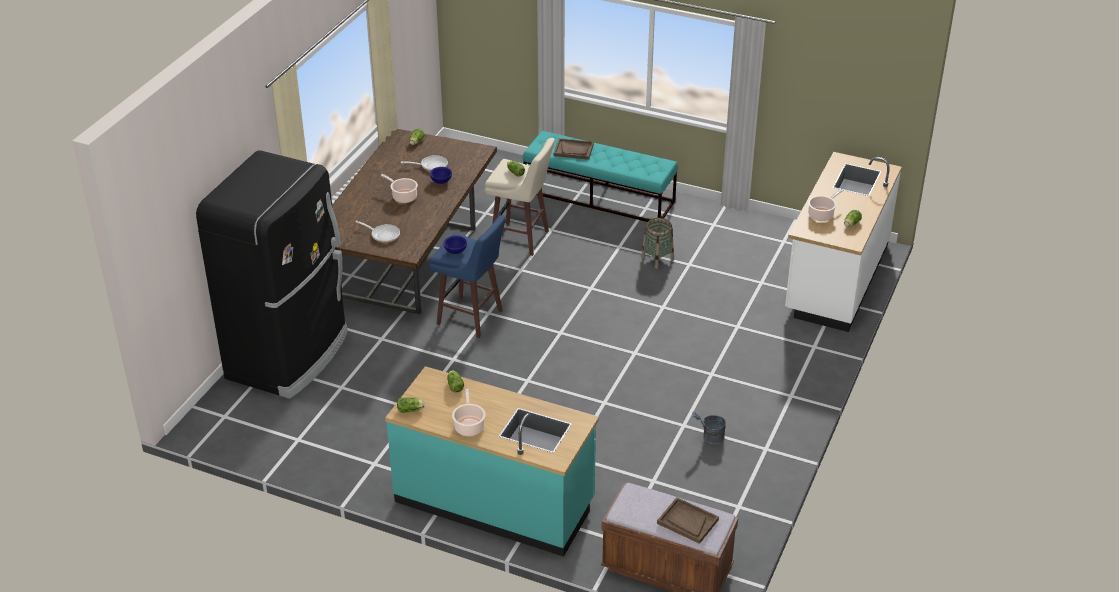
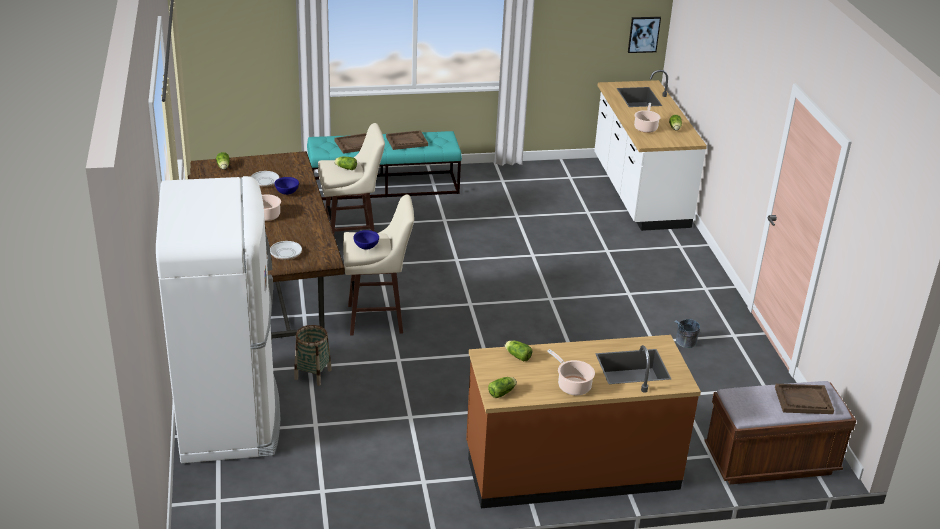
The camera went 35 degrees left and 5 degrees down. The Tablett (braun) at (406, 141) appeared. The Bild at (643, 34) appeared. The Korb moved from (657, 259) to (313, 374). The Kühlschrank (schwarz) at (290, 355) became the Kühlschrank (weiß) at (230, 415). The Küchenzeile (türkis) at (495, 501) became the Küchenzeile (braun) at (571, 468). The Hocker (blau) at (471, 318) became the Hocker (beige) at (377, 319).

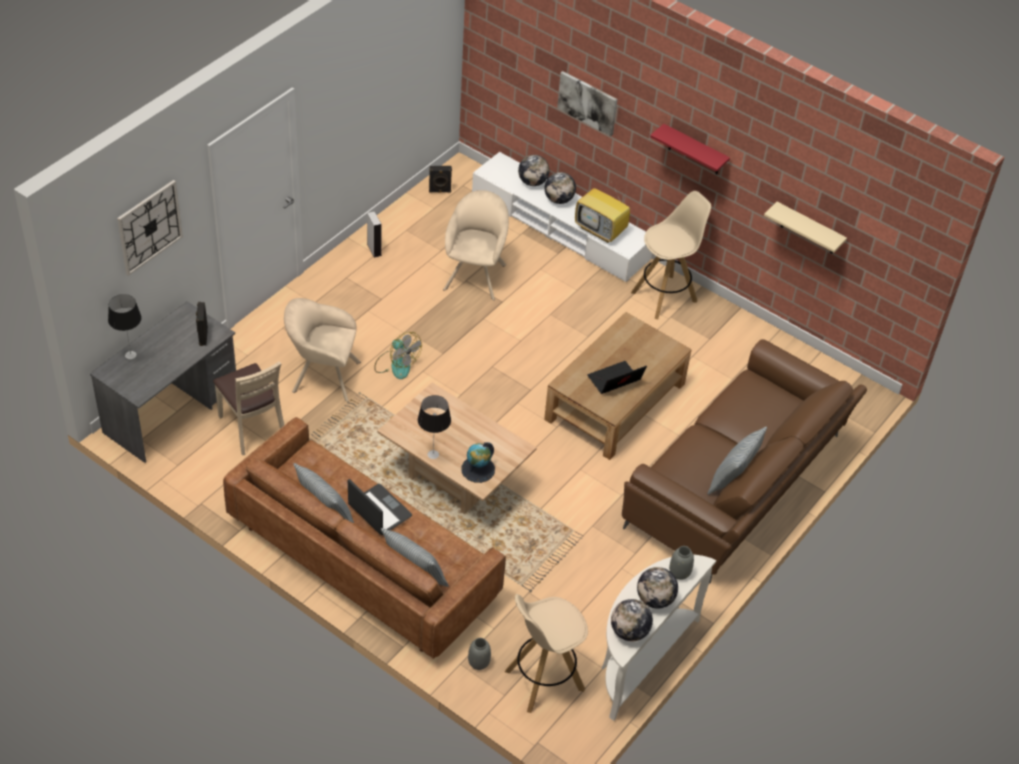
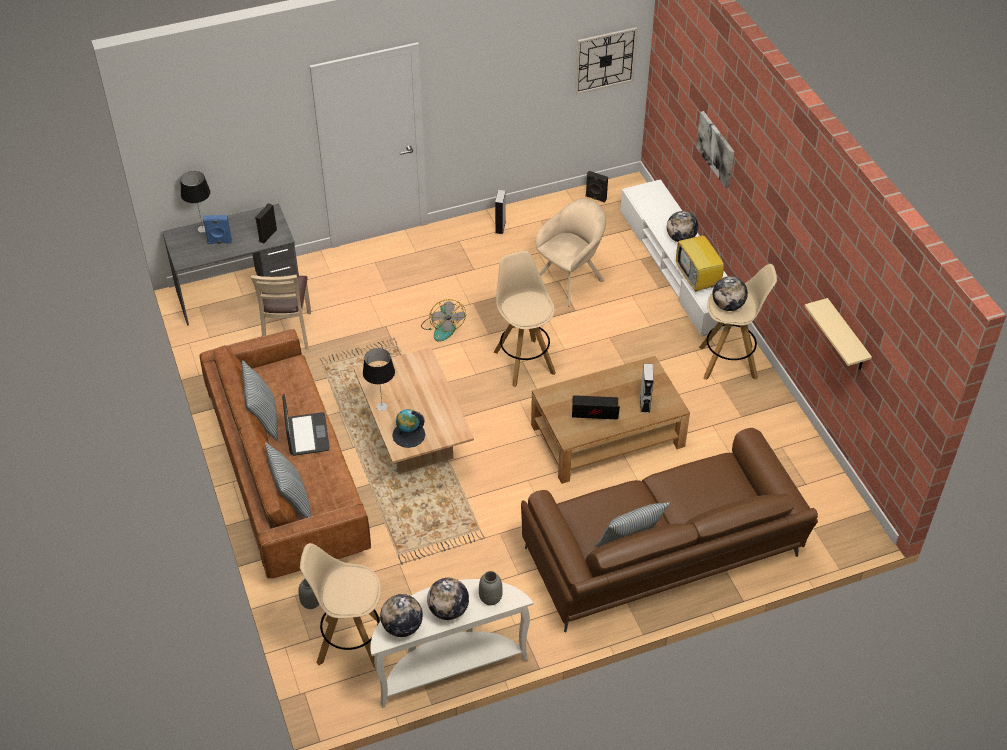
The camera went 35 degrees right and 0 degrees up. The Sessel (beige) at (322, 376) disappeared. The Wandregal (rot) at (694, 150) disappeared. The Lautsprecher (blau) at (219, 242) appeared. The Hocker (beige) at (524, 361) appeared. The Lautsprecher (grau) at (645, 403) appeared. The Wanduhr moved from (149, 227) to (605, 60). The Globus moved from (532, 182) to (728, 306).

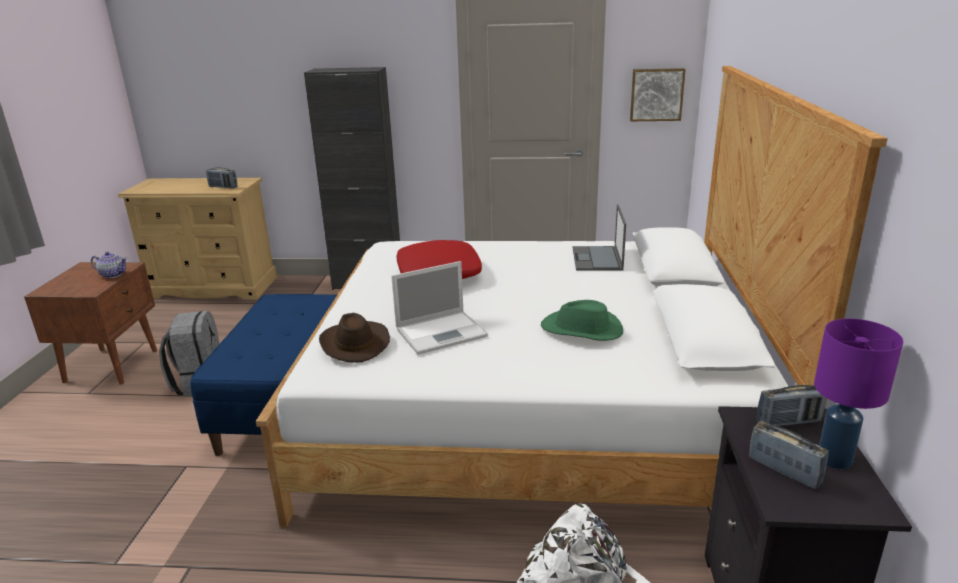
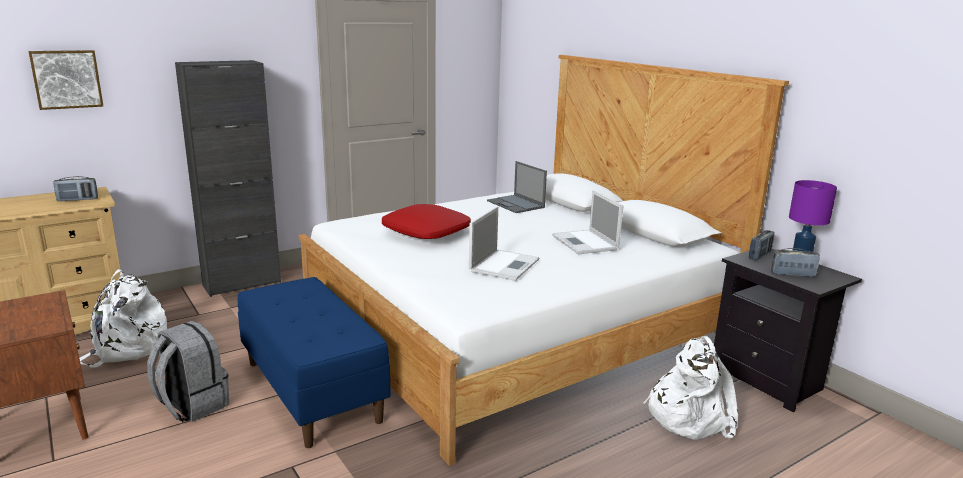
The camera went 40 degrees left and 5 degrees down. The Teekanne at (113, 274) disappeared. The Hut (braun) at (354, 344) disappeared. The Rucksack (weiß) at (126, 348) appeared. The Bild moved from (656, 94) to (66, 79). The Hut (grün) at (582, 330) was replaced by the Laptop at (585, 243).

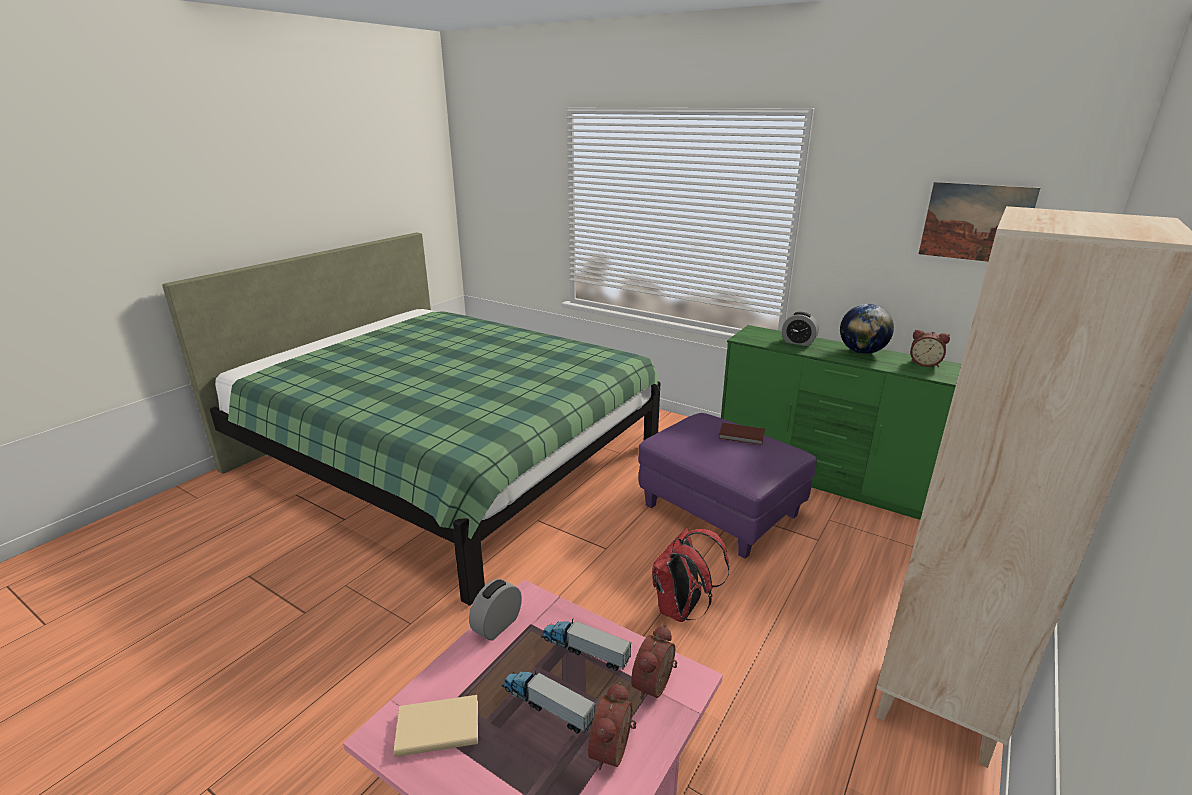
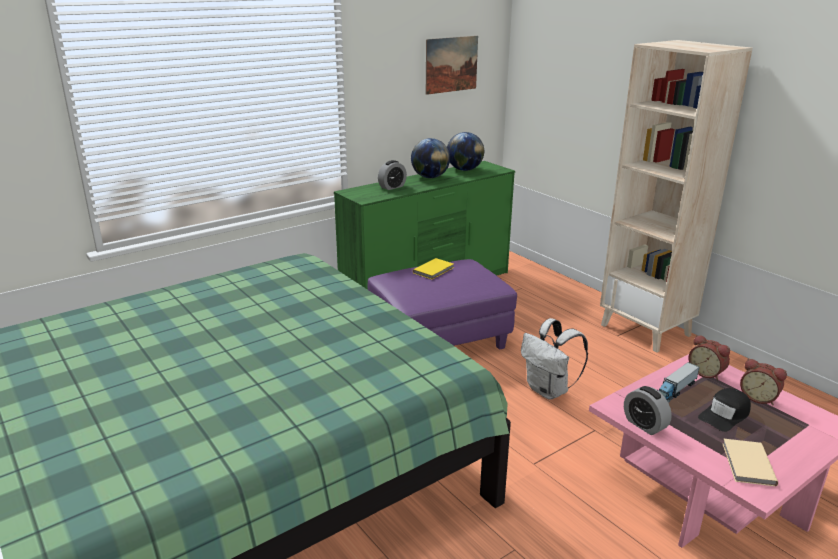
The camera went 70 degrees left and 0 degrees up. The Spielzeuglaster at (547, 705) was replaced by the Kappe (schwarz) at (725, 415). The Wecker at (924, 363) was replaced by the Globus at (464, 170). The Rucksack (rot) at (681, 610) became the Rucksack (weiß) at (549, 390). The Buch (braun) at (742, 436) became the Buch (gelb) at (434, 270).

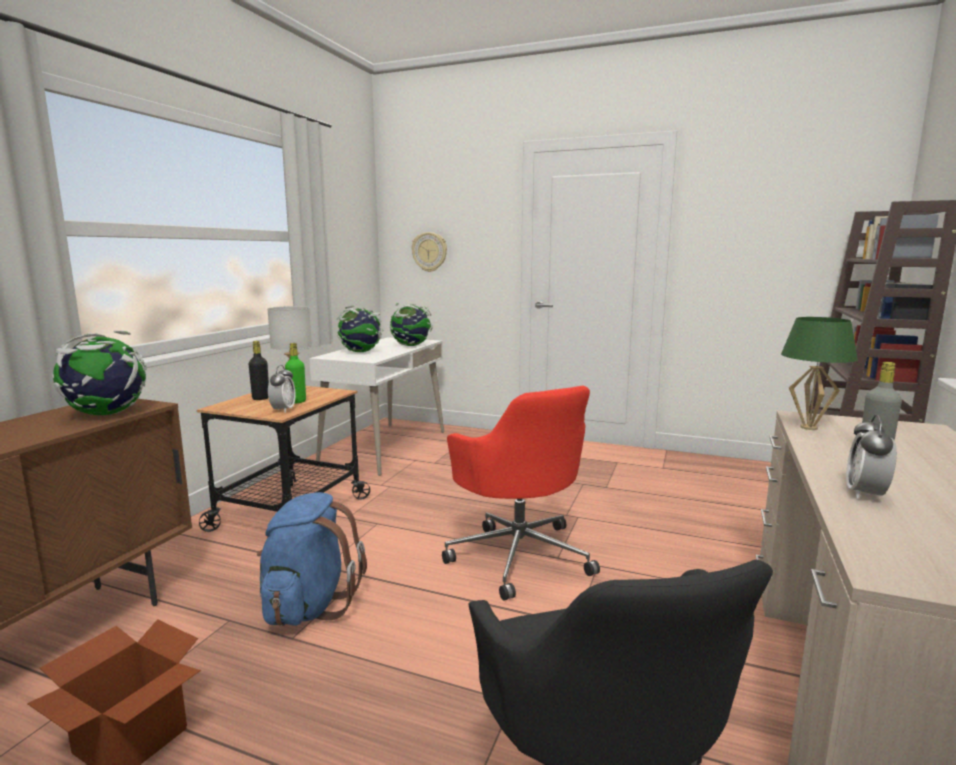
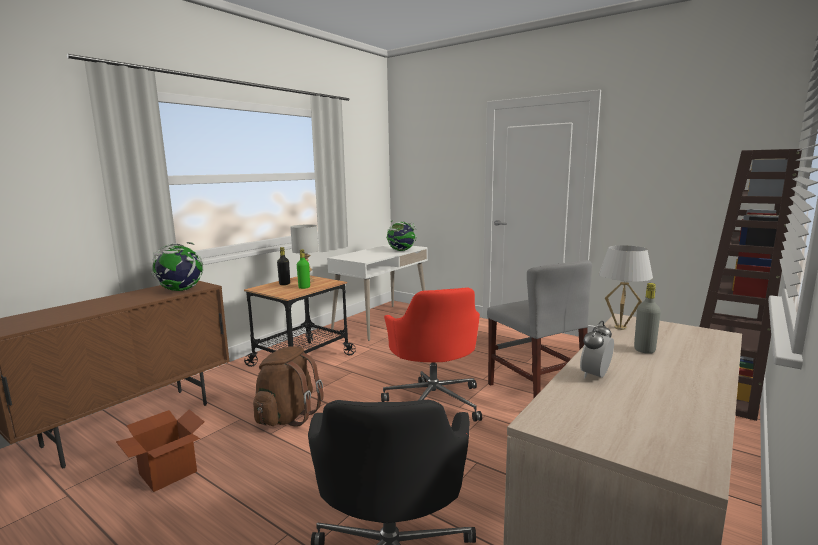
The camera went 15 degrees right and 0 degrees up. The Wecker at (283, 410) disappeared. The Globus at (360, 352) disappeared. The Wanduhr at (429, 252) disappeared. The Stuhl (grau) at (535, 392) appeared. The Rucksack (blau) at (309, 605) became the Rucksack (braun) at (287, 416). The Tischlampe (grün) at (808, 427) became the Tischlampe (weiß) at (620, 327).

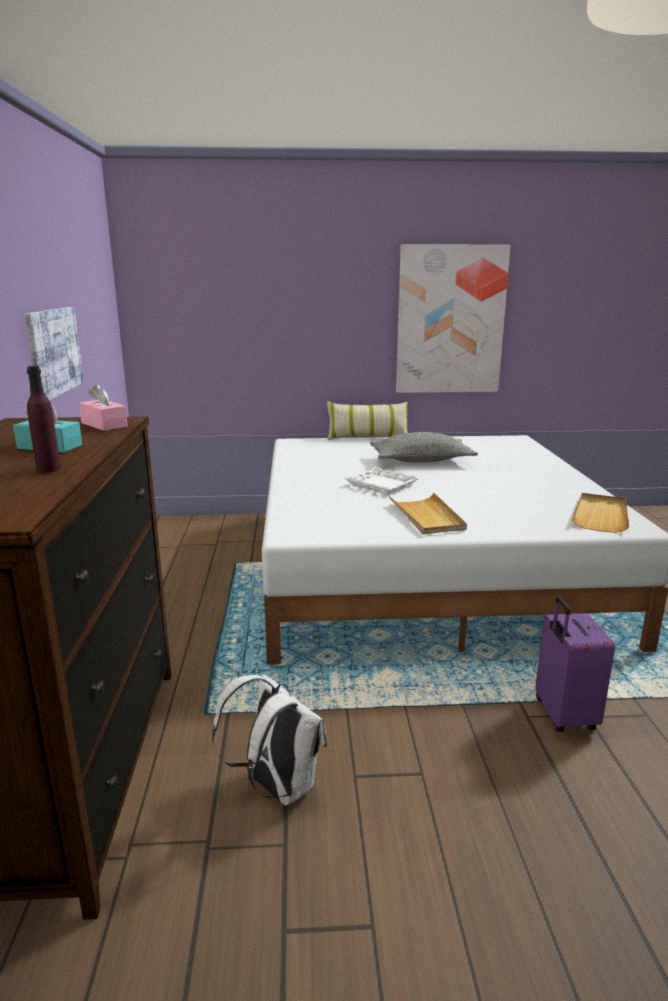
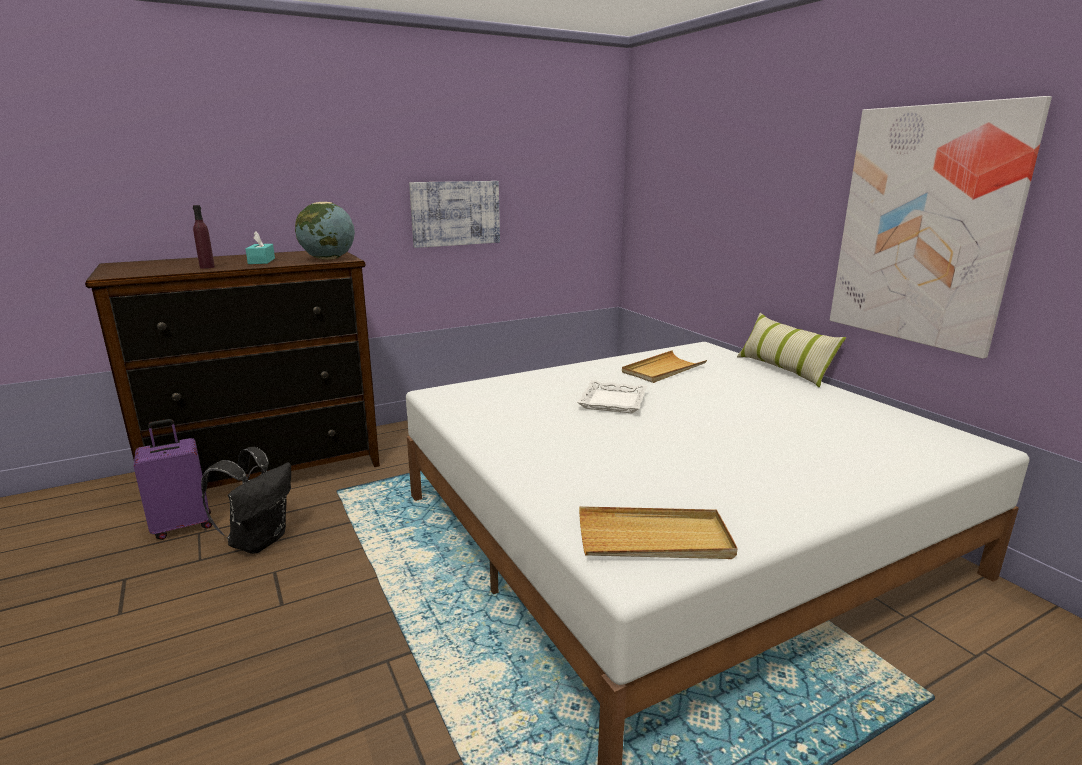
The camera went 65 degrees right and 0 degrees up. The Kissen (grau) at (421, 461) disappeared. The Tablett (beige) moved from (427, 517) to (663, 370). The Koffer (lila) moved from (563, 715) to (183, 526). The Taschentuchbox (rosa) at (104, 425) was replaced by the Globus at (328, 259). The Rucksack (weiß) at (276, 786) became the Rucksack (schwarz) at (259, 541).

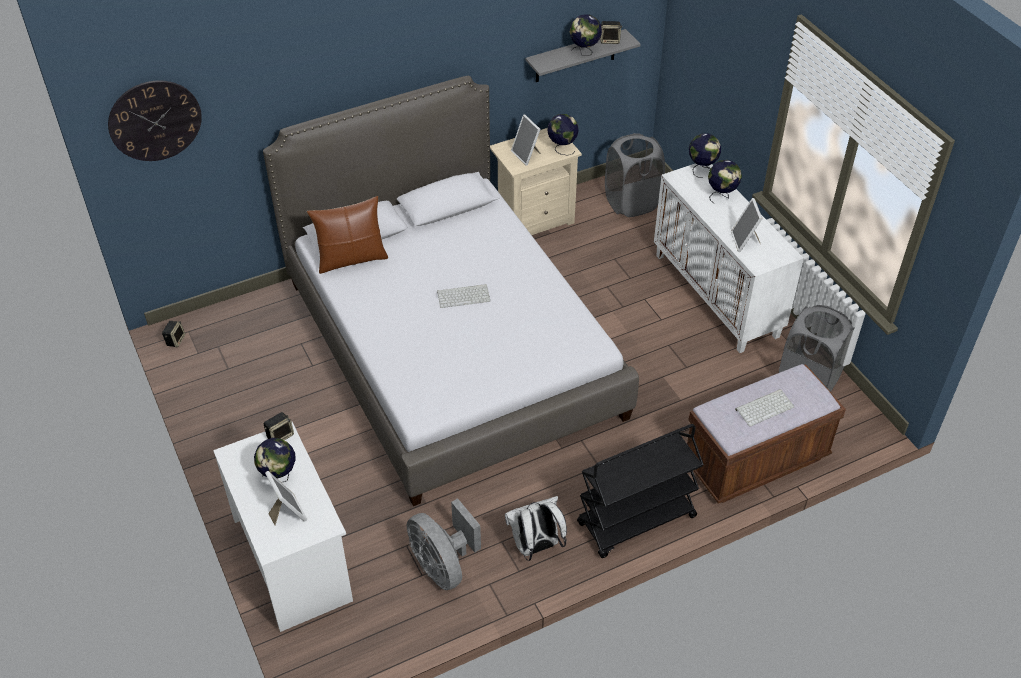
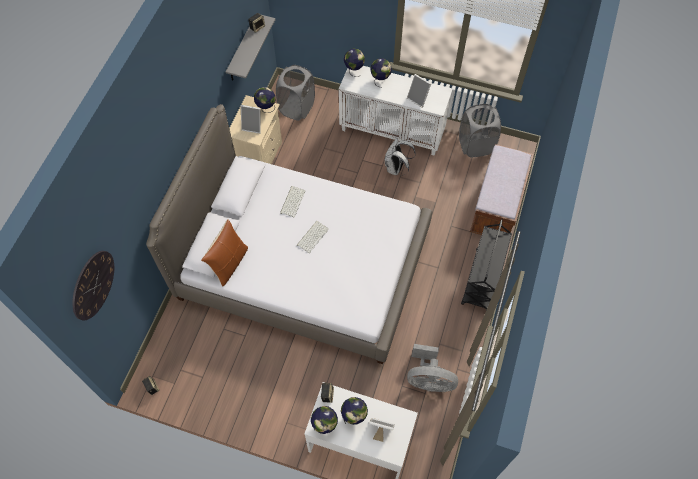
The camera went 45 degrees left and 15 degrees up. The Rucksack (weiß) moved from (536, 547) to (396, 168). The Globus moved from (584, 52) to (324, 425). The Tastatur moved from (764, 407) to (292, 201).

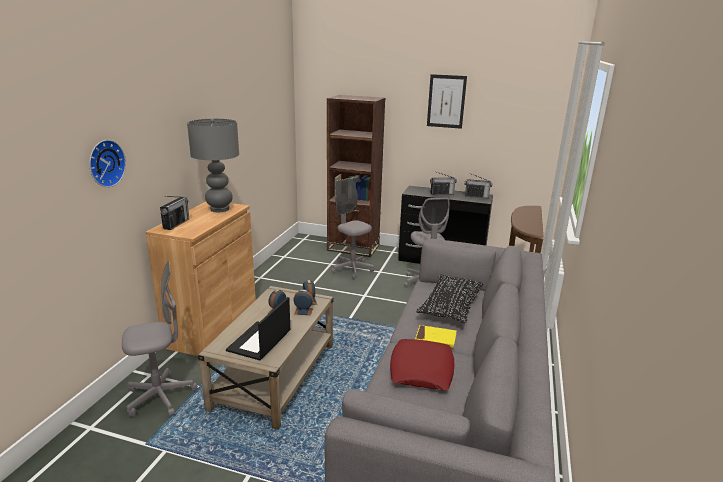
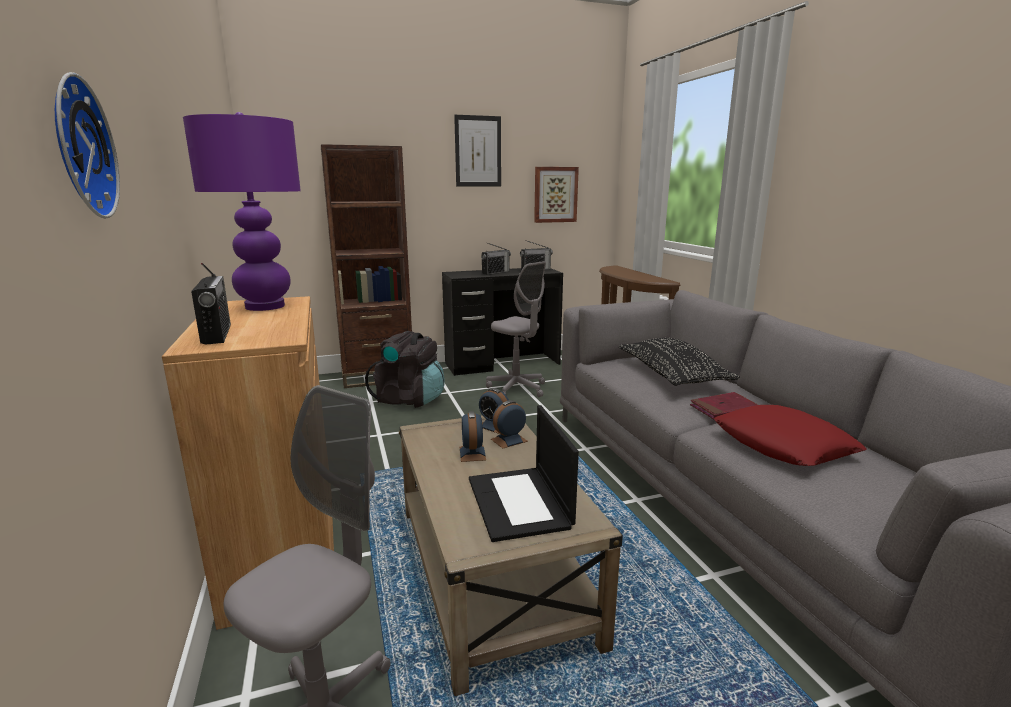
The camera went 35 degrees left and 5 degrees down. The Bild at (555, 194) appeared. The Bürostuhl (grau) at (352, 269) was replaced by the Rucksack (schwarz) at (409, 399). The Tischlampe (grau) at (220, 209) became the Tischlampe (lila) at (266, 306). The Buch (gelb) at (435, 338) became the Buch (rot) at (724, 409).

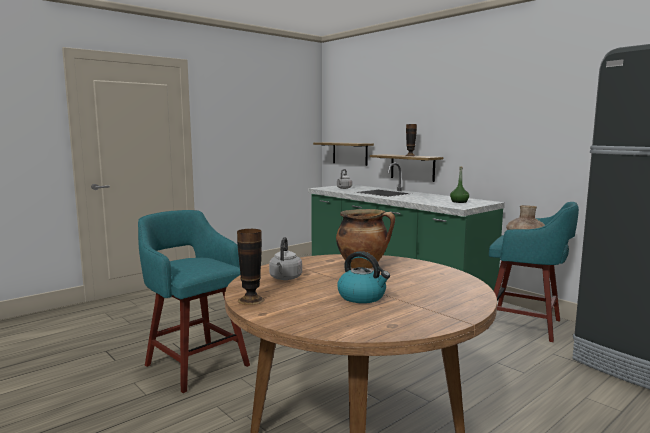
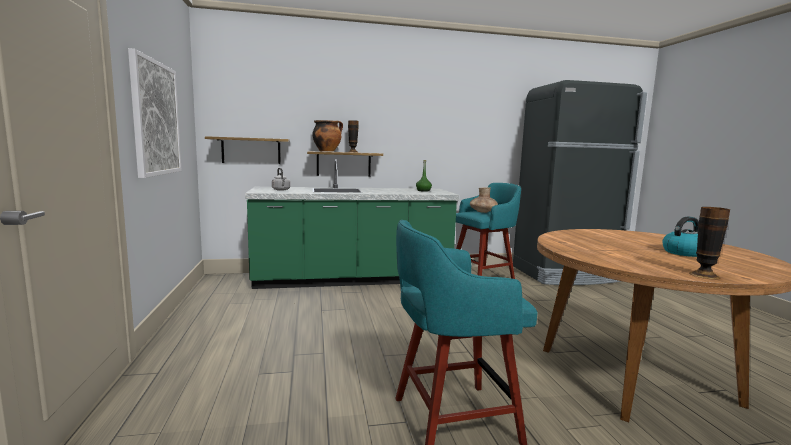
The camera went 60 degrees left and 0 degrees up. The Wasserkessel (grau) at (285, 278) disappeared. The Bild at (155, 118) appeared. The Kochtopf moved from (363, 266) to (327, 151).

